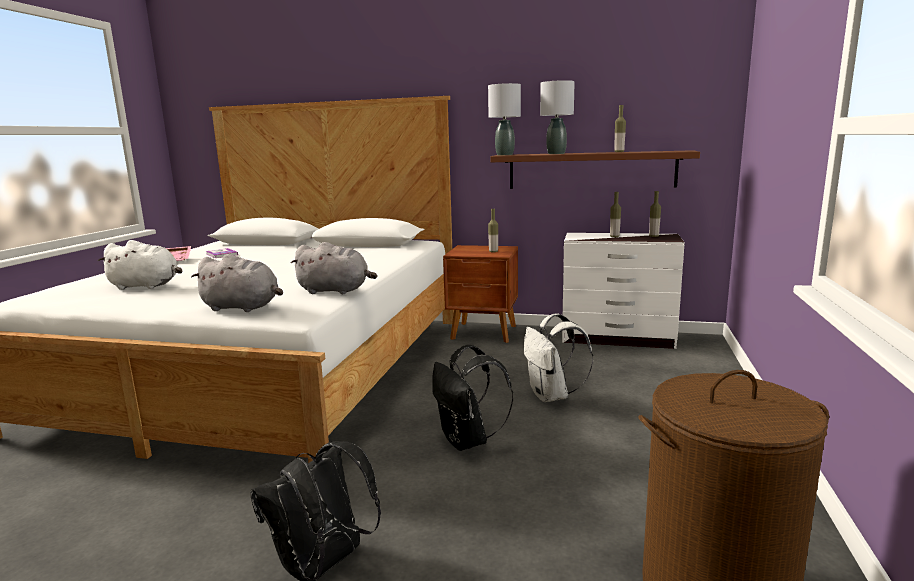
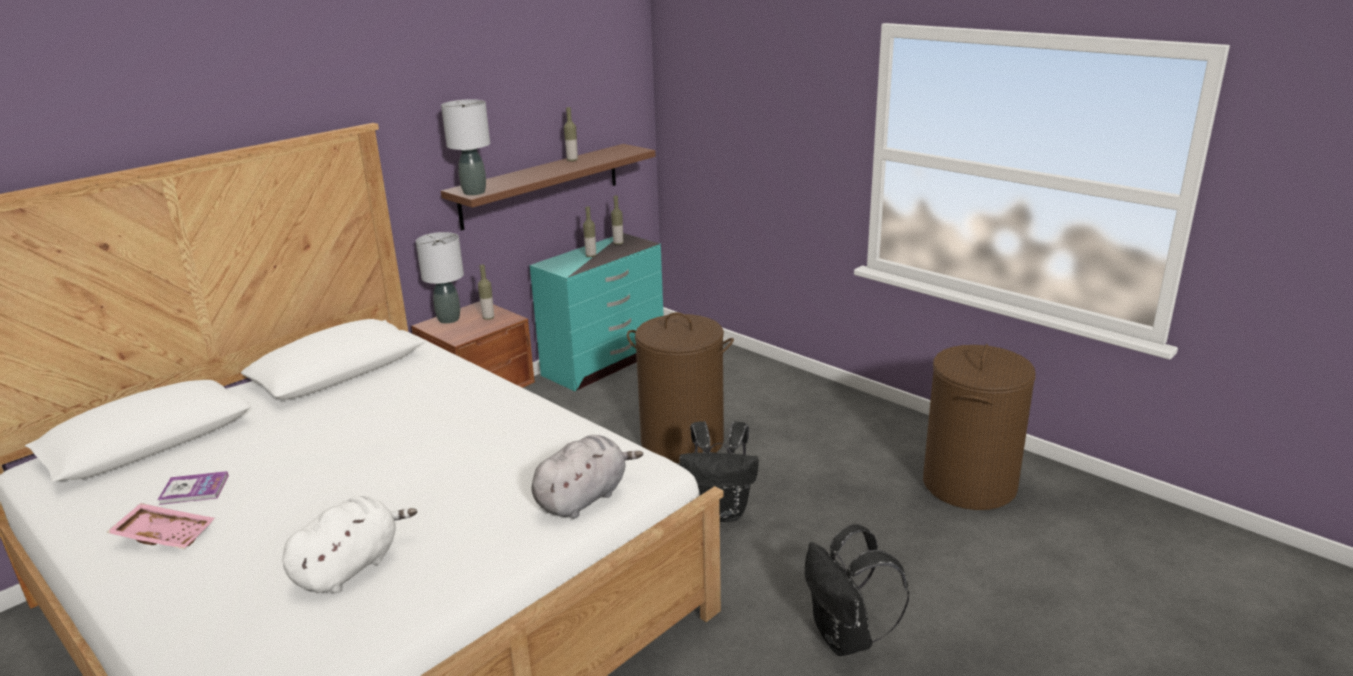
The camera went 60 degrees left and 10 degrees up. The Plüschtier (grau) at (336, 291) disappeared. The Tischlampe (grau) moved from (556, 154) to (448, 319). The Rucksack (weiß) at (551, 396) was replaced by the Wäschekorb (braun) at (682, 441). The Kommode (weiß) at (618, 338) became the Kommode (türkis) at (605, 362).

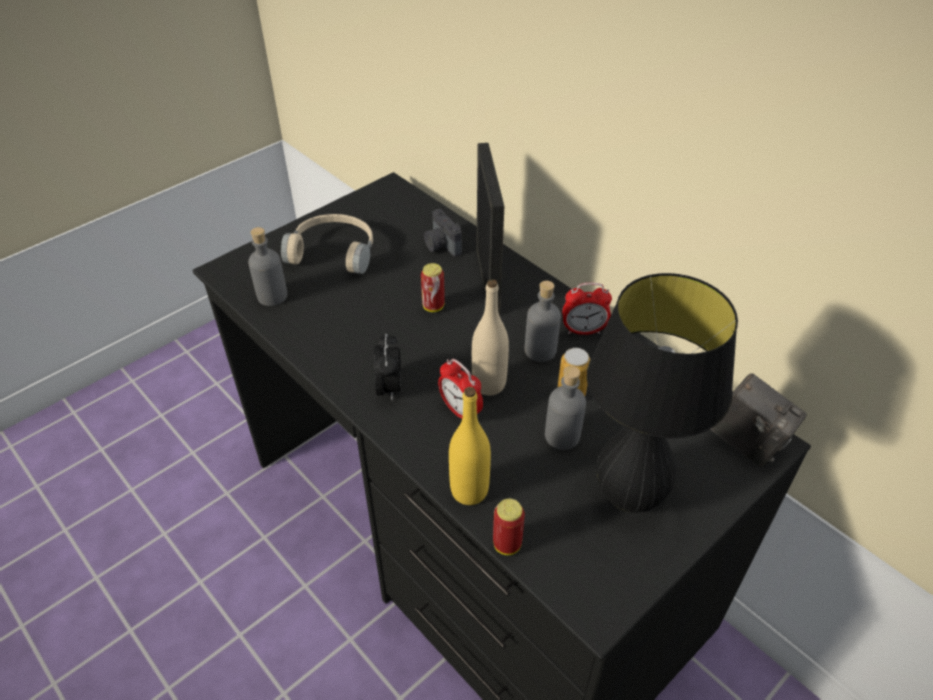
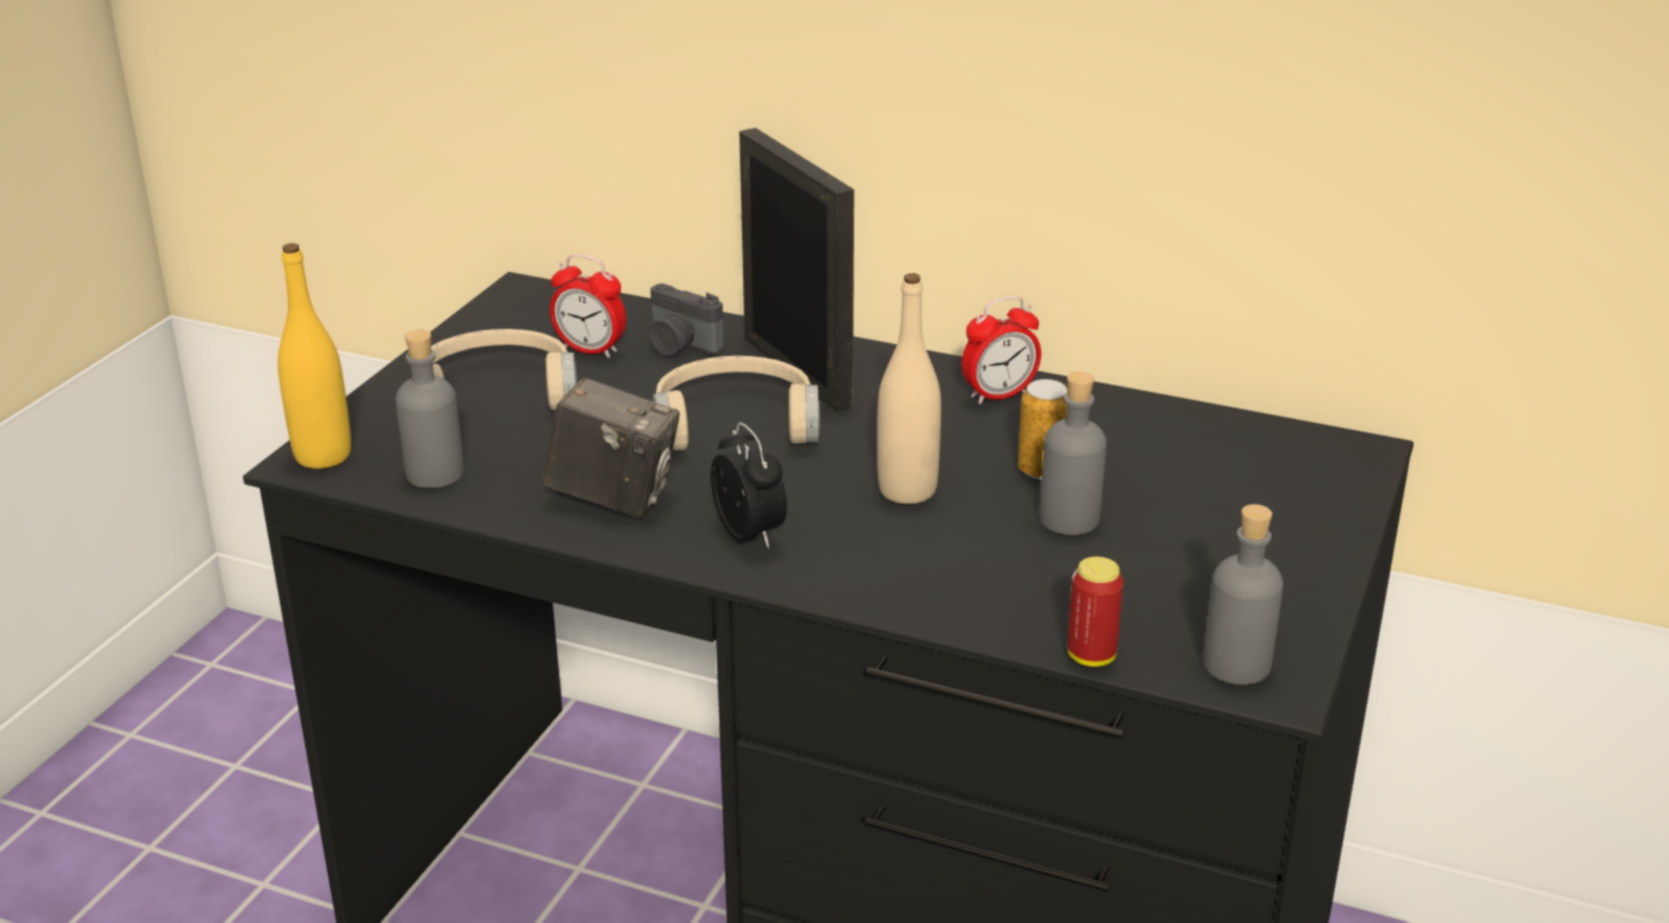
The camera went 25 degrees left and 15 degrees down. The Tischlampe (schwarz) at (629, 497) disappeared. The Wecker moved from (460, 411) to (590, 350). The Flasche (gelb) moved from (469, 491) to (323, 456). The Flasche (grau) moved from (540, 350) to (1236, 665). The Kamera moved from (746, 442) to (614, 497). The Dose at (433, 306) was replaced by the Kopfhörer (beige) at (735, 422).

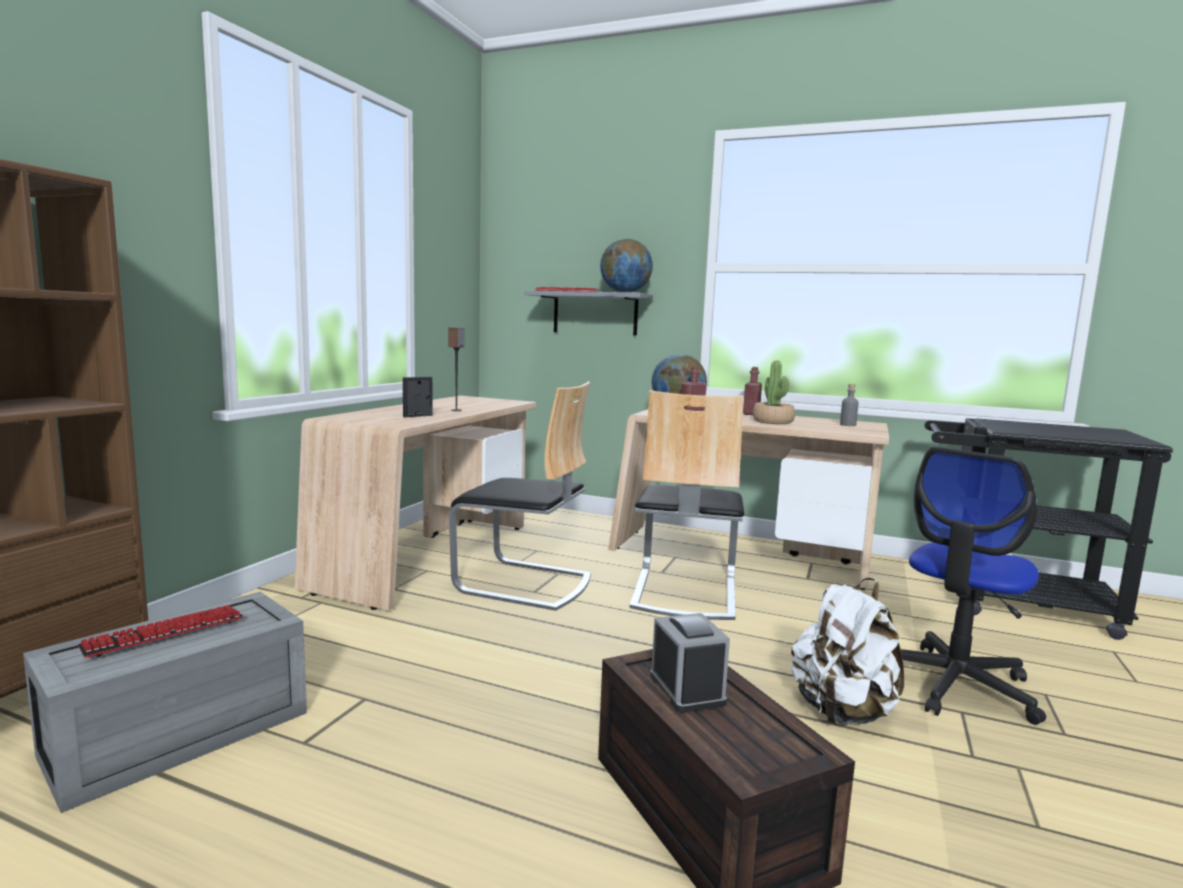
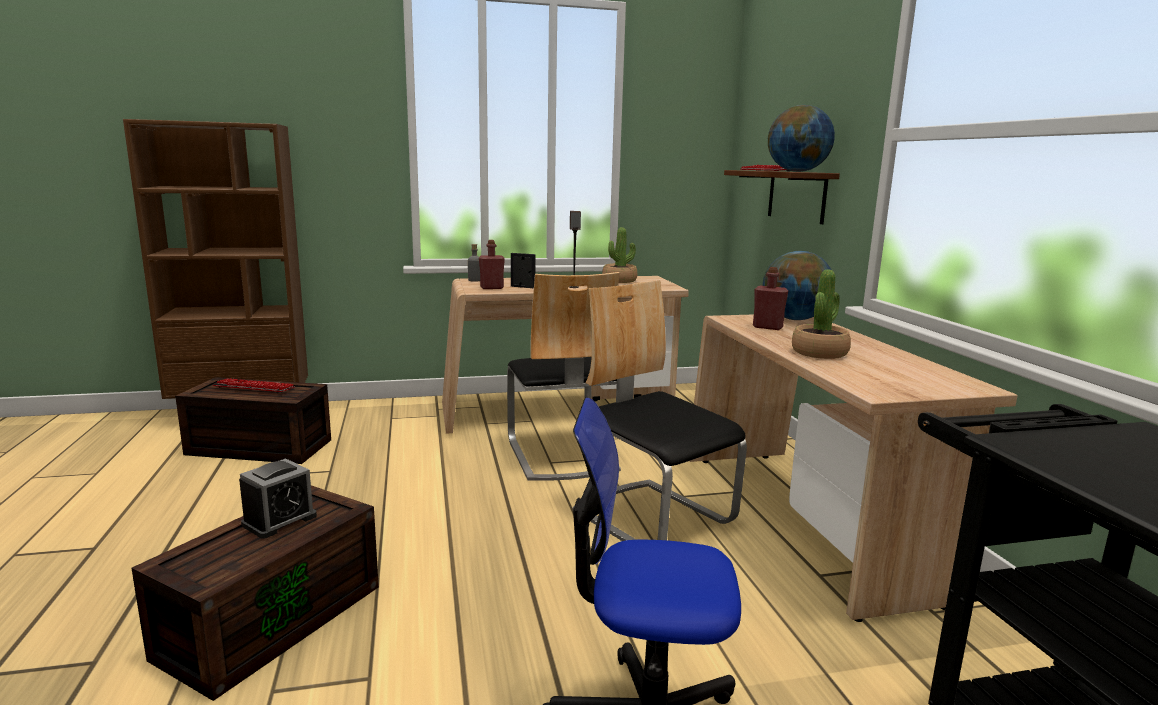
The camera went 55 degrees right and 5 degrees up. The Rucksack (weiß) at (842, 712) disappeared. The Topfpflanze at (619, 280) appeared. The Flasche (rot) moved from (751, 414) to (491, 288). The Flasche (grau) moved from (847, 425) to (474, 280). The Aufbewahrungsbox (grau) at (177, 736) became the Aufbewahrungsbox (braun) at (256, 448). The Wandregal (grau) at (595, 313) became the Wandregal (braun) at (796, 196). The Stuhl at (683, 592) turned 75 degrees clockwise.

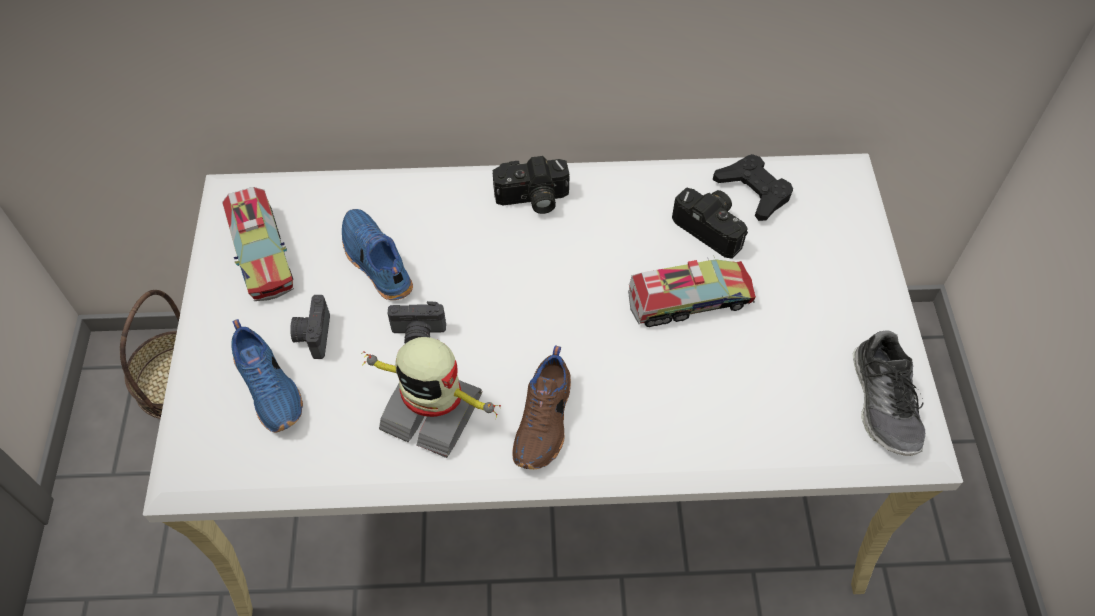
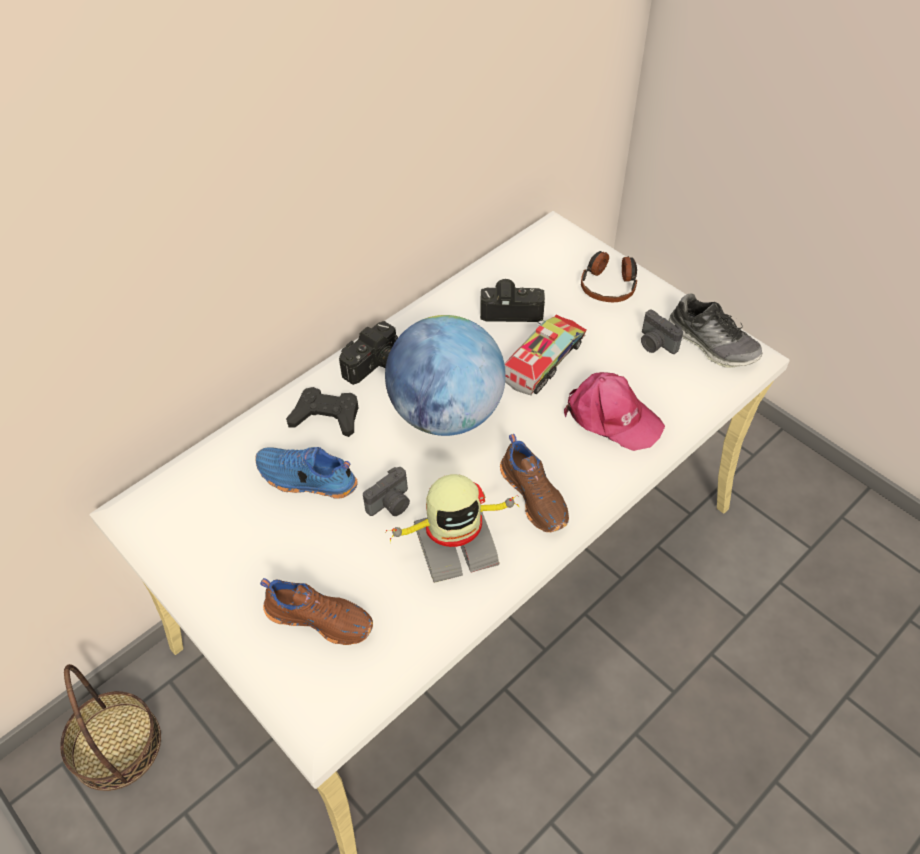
The camera went 40 degrees left and 5 degrees down. The Spielzeuglaster at (262, 253) disappeared. The Globus at (446, 413) appeared. The Kappe (rosa) at (612, 417) appeared. The Kopfhörer at (609, 284) appeared. The Kamera moved from (313, 335) to (655, 344). The Gamepad (schwarz) moved from (753, 191) to (326, 416). The Schuh (blau) at (270, 387) became the Schuh (braun) at (320, 617).

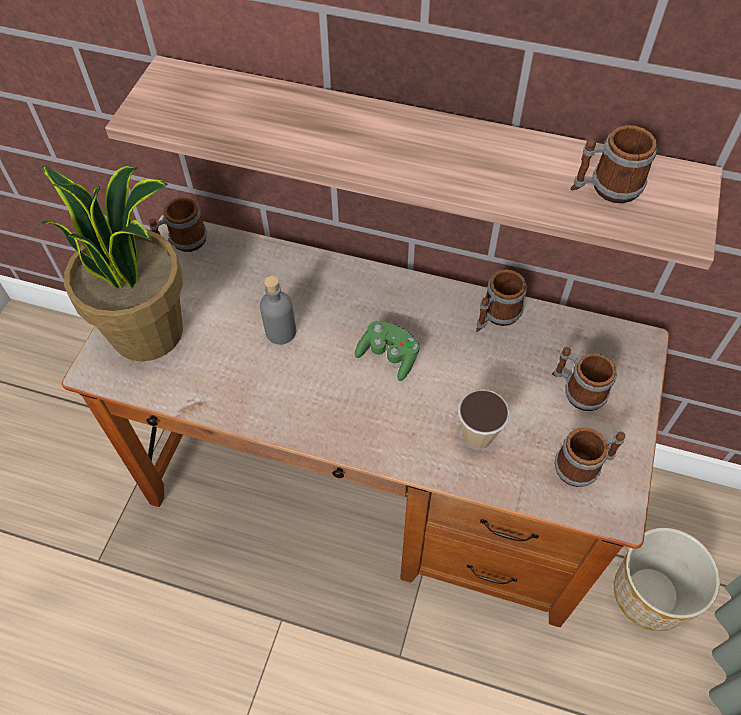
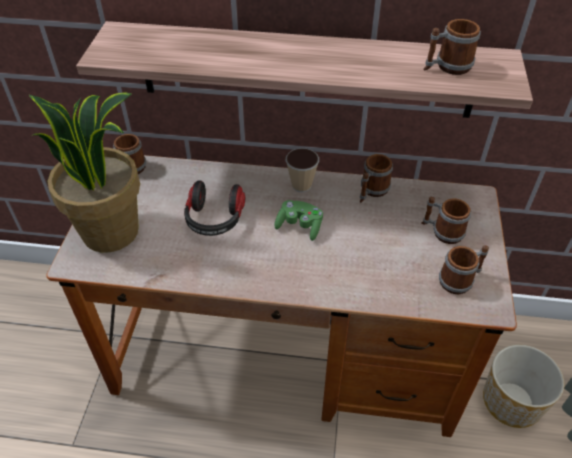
The camera went 10 degrees left and 10 degrees down. The Tasse moved from (478, 436) to (301, 185). The Flasche (grau) at (280, 332) was replaced by the Kopfhörer at (214, 220).

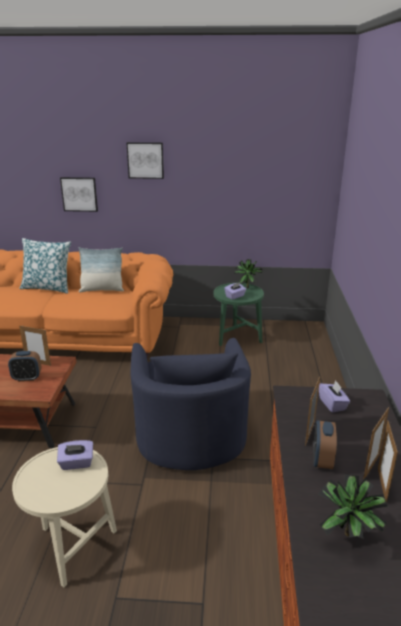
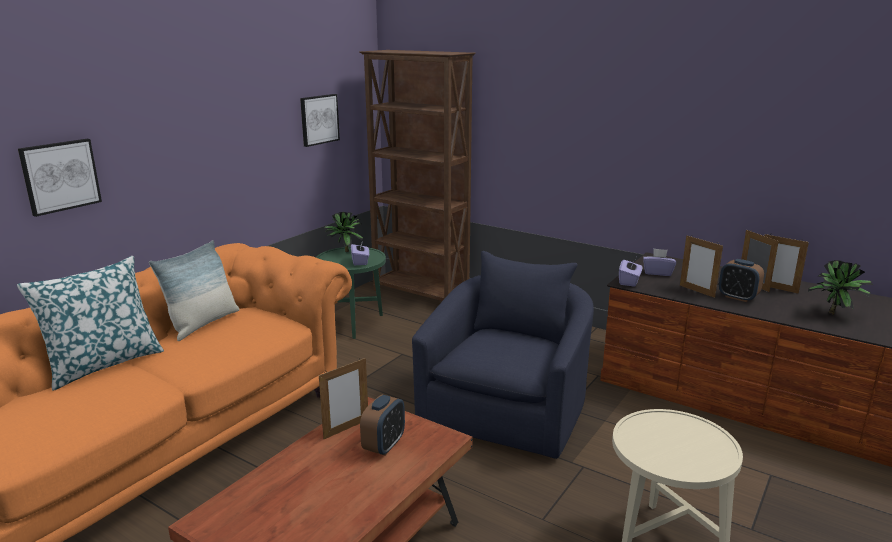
The camera went 60 degrees left and 5 degrees down. The Bücherregal (braun) at (420, 294) appeared. The Taschentuchbox (lila) moved from (76, 463) to (629, 281). The Bild moved from (145, 160) to (319, 119). The Sessel (blau) at (189, 430) turned 90 degrees counterclockwise.

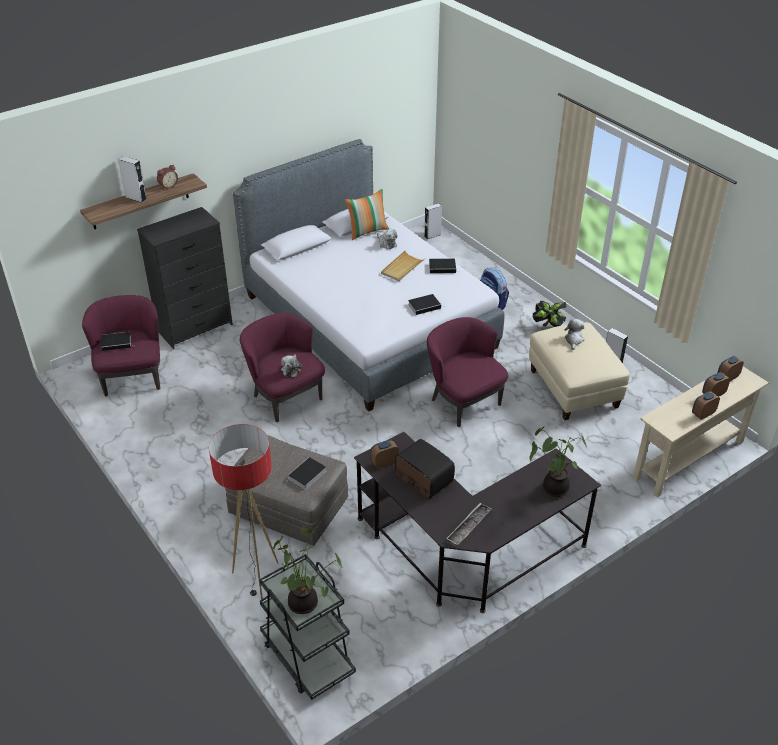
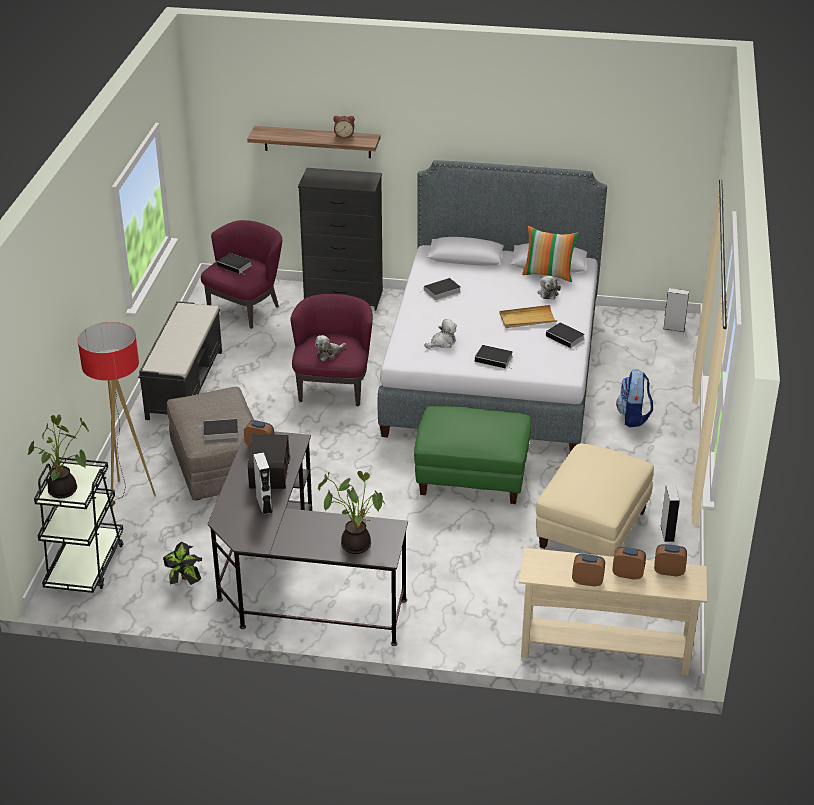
The camera went 45 degrees right and 5 degrees down. The Tablett at (468, 526) disappeared. The Bank (schwarz) at (185, 384) appeared. The Buch at (441, 291) appeared. The Lautsprecher (grau) moved from (136, 198) to (264, 505). The Topfpflanze moved from (548, 326) to (184, 582). The Plüschtier moved from (573, 340) to (442, 343). The Sessel (lila) at (463, 401) was replaced by the Polsterhocker (grün) at (472, 477).

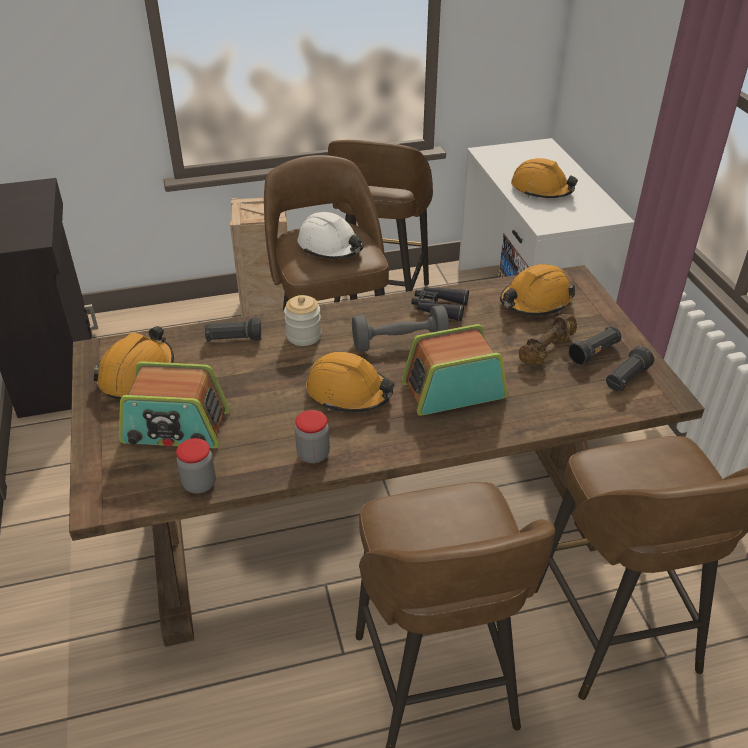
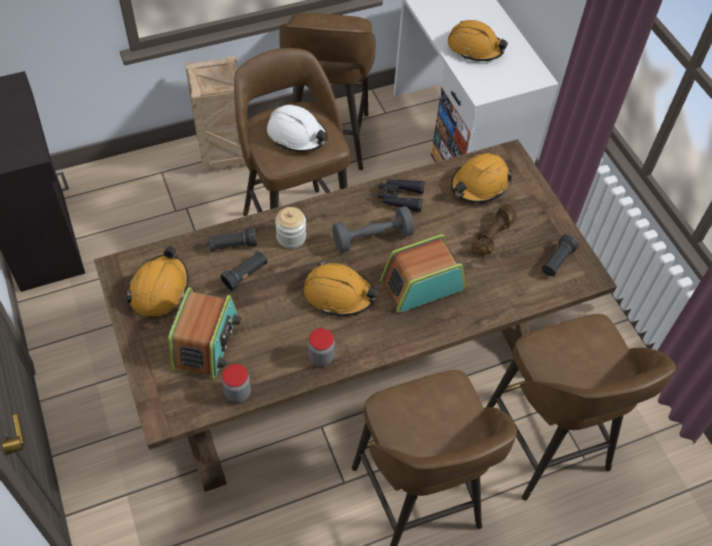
The camera went 10 degrees left and 15 degrees up. The Taschenlampe (schwarz) moved from (594, 353) to (245, 275). The Radio at (176, 428) turned 75 degrees counterclockwise.

